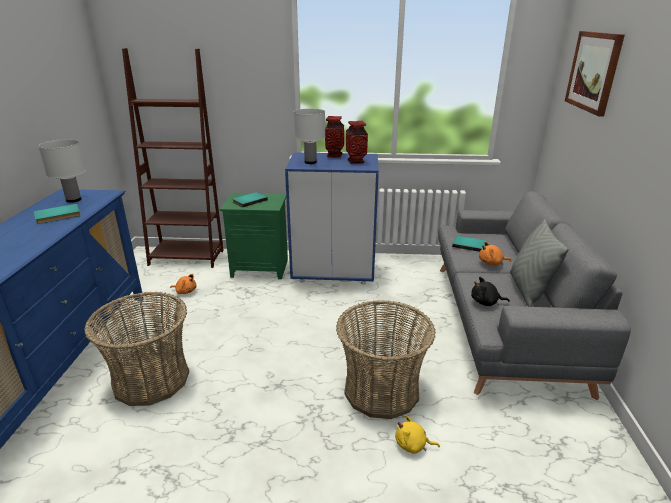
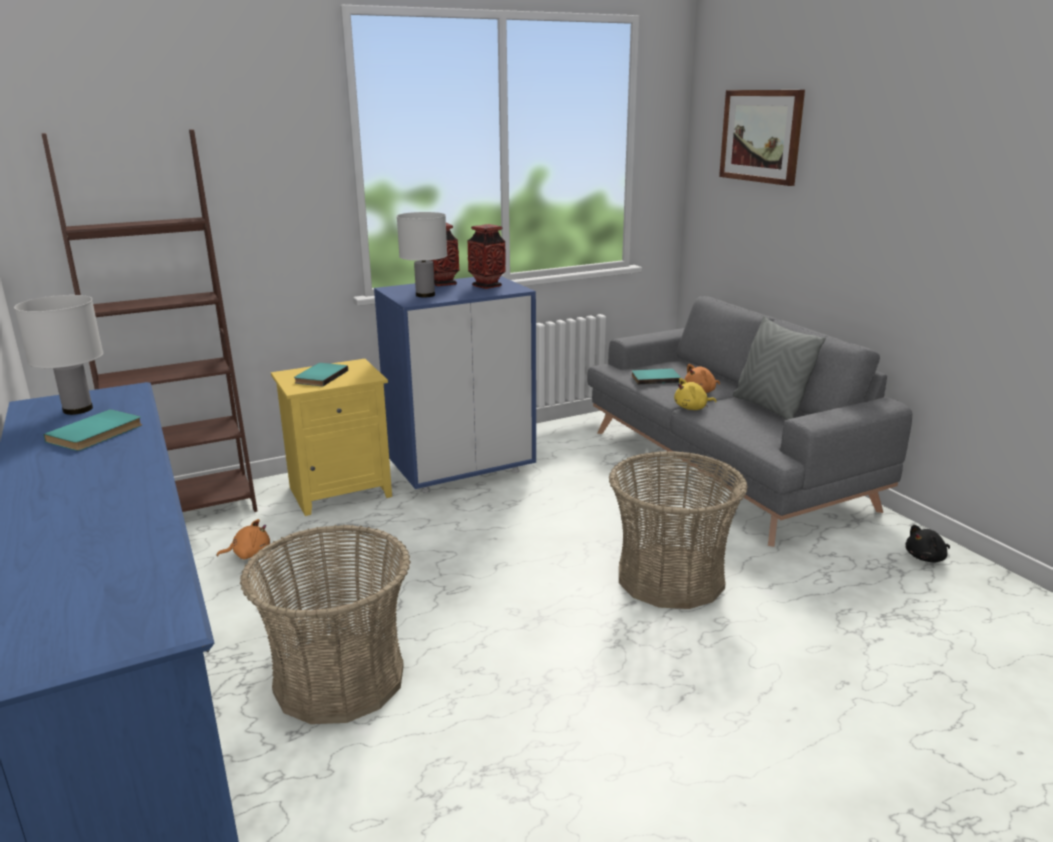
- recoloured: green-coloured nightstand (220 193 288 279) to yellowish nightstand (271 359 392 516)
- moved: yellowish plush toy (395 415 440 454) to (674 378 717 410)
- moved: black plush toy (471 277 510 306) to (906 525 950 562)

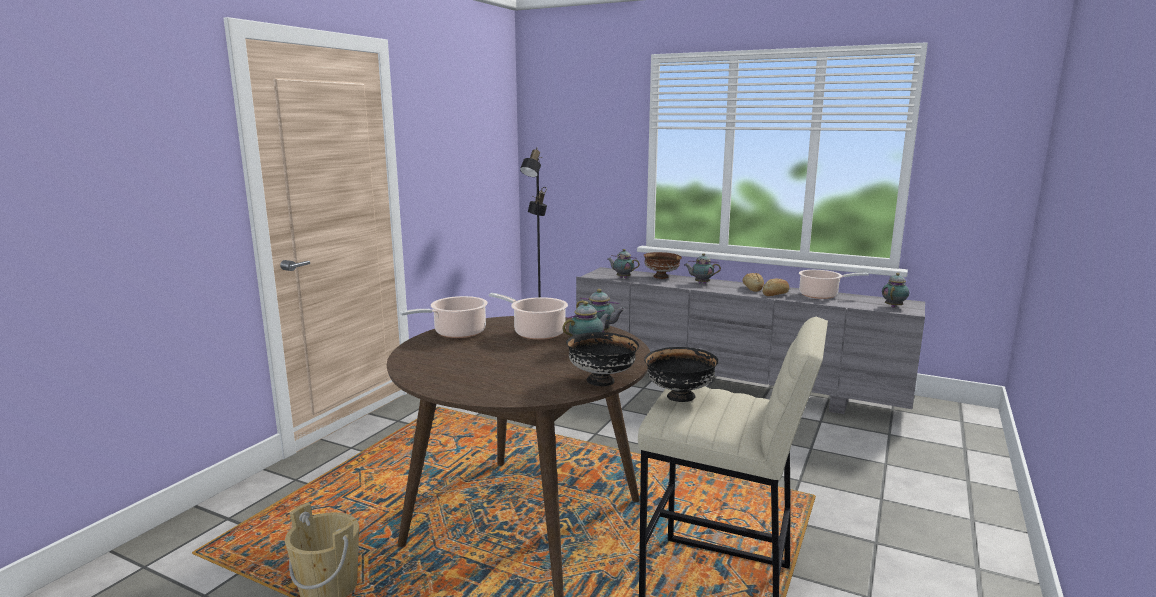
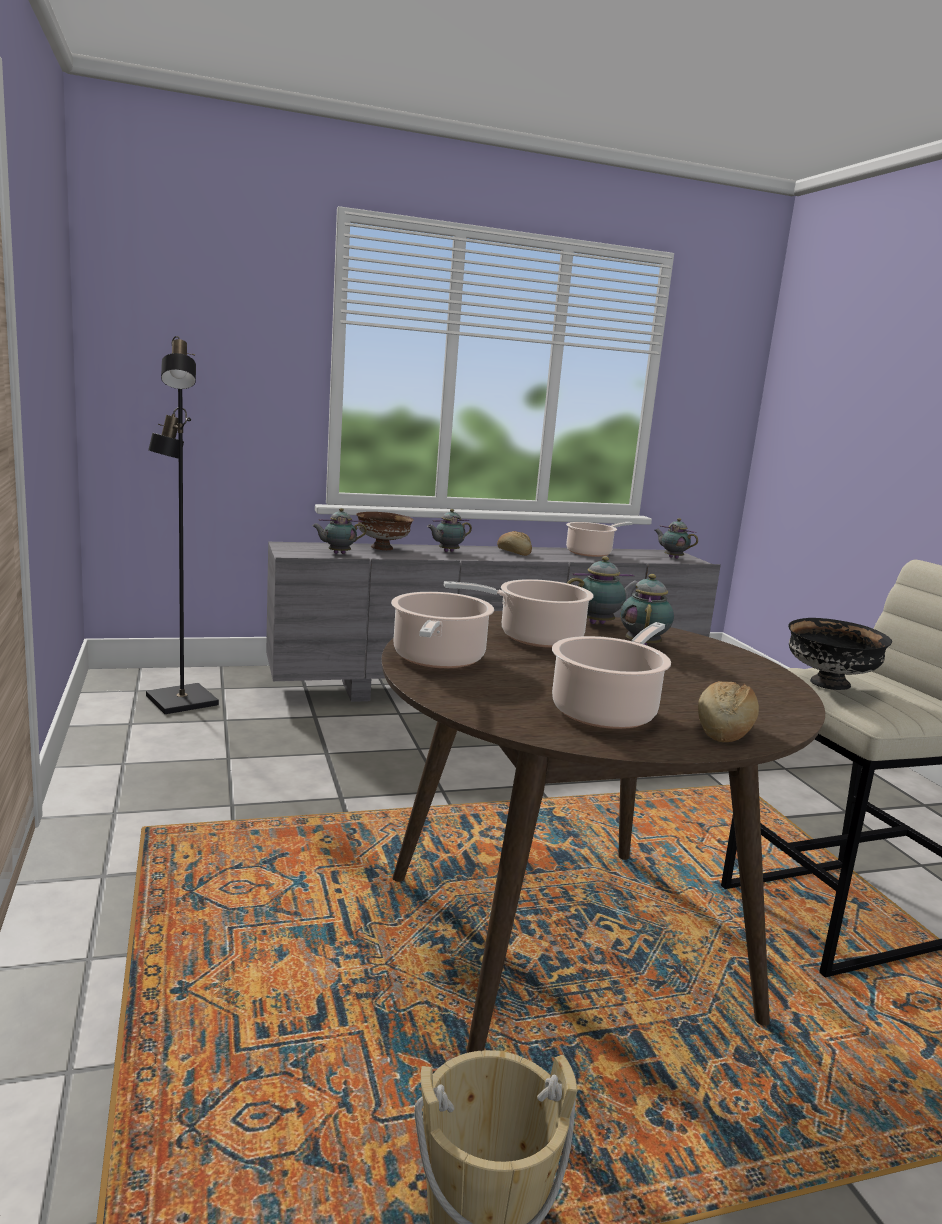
- added: cooking pot (552 622 671 729)
- turned: teapot (882 273 909 308) = (654 518 698 559) 45 degrees counterclockwise
- moved: baked bread (763 279 789 296) to (698 681 759 742)
- removed: black bowl (566 332 639 386)

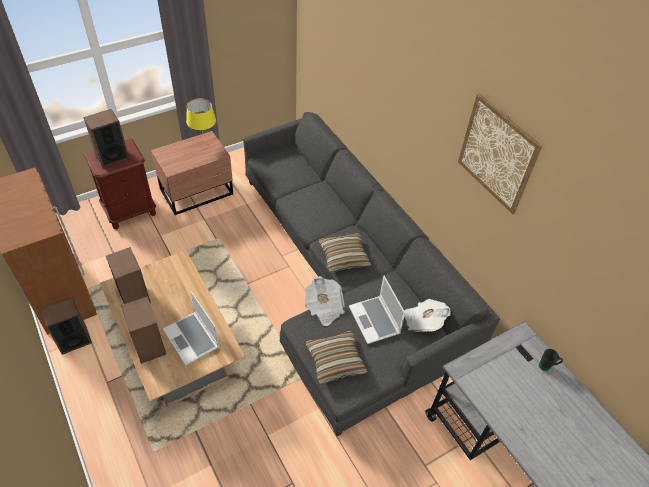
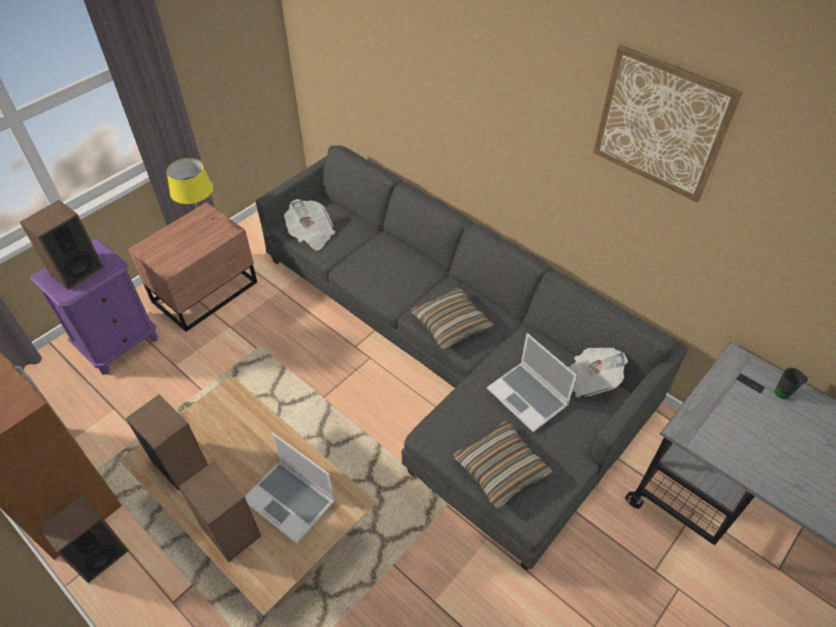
- recoloured: brown-coloured nightstand (83 138 156 229) to purplish nightstand (30 239 158 375)
- moved: daily paper (305 276 345 326) to (284 199 335 250)

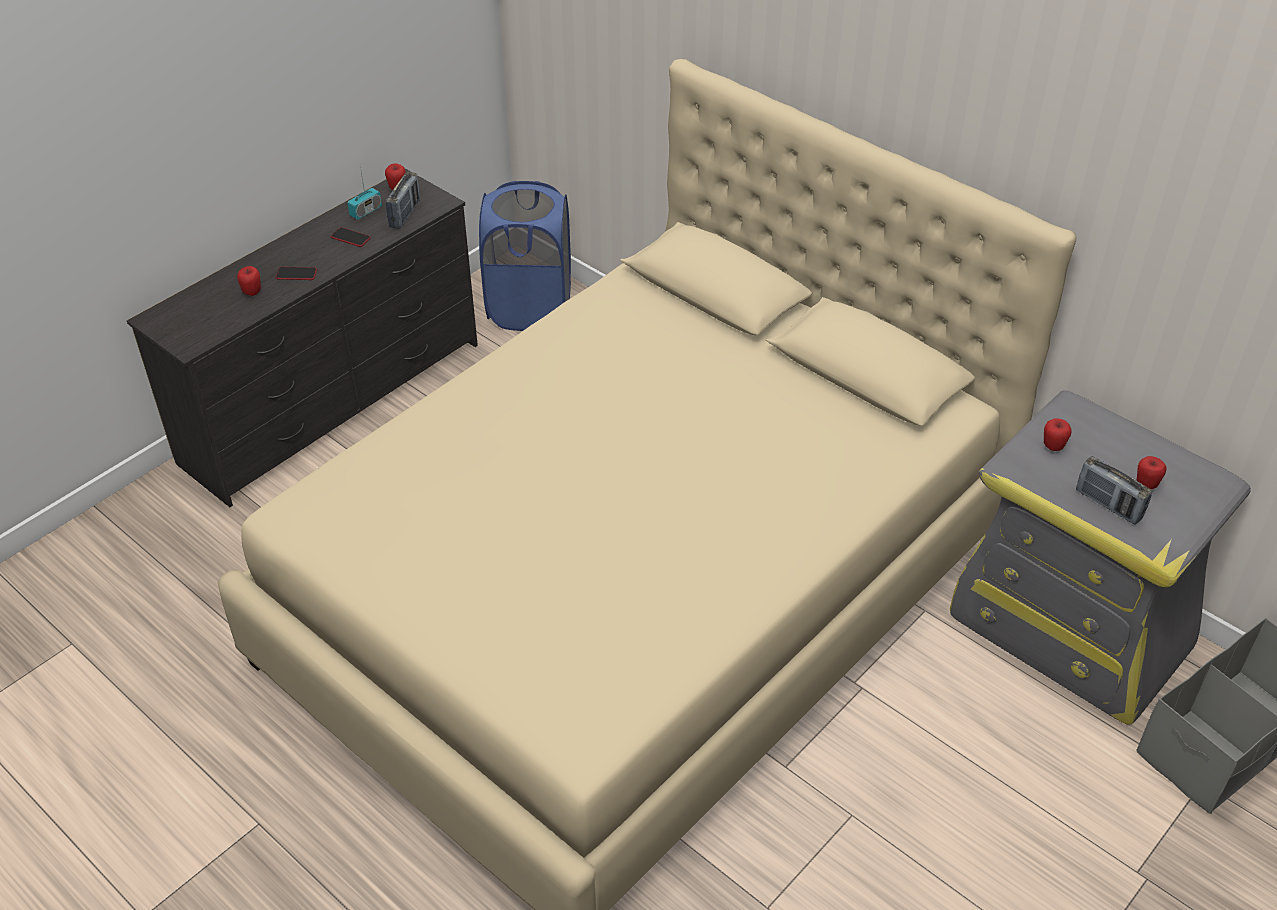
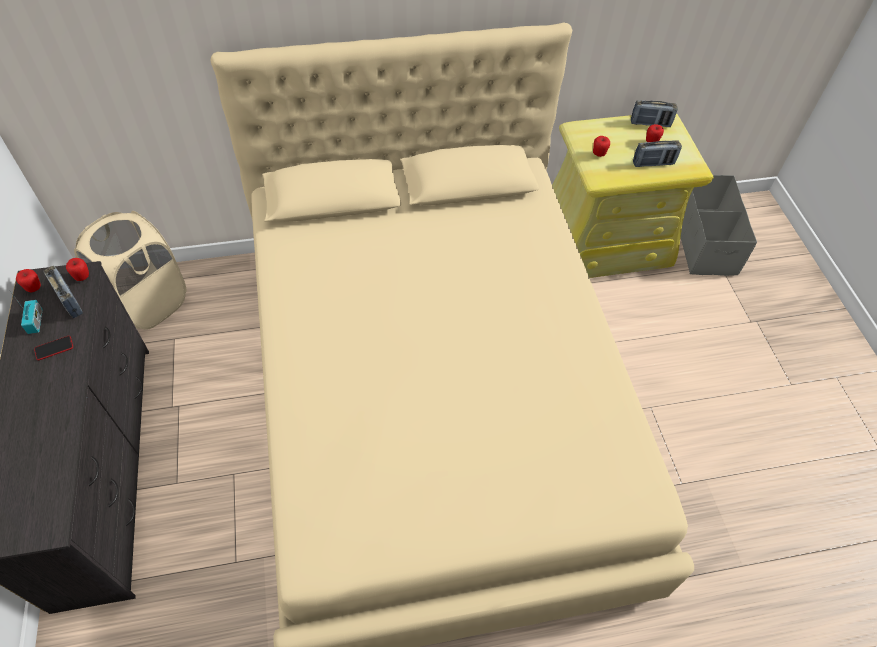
- moved: apple (237 266 261 296) to (66 258 89 281)
- recoloured: bluish laundry basket (479 181 571 331) to beige-coloured laundry basket (74 211 186 329)
- recoloured: gray nightstand (950 390 1251 725) to yellowish nightstand (552 113 714 278)
- added: radio receiver (631 100 678 127)
- removed: telephone (275 267 317 280)

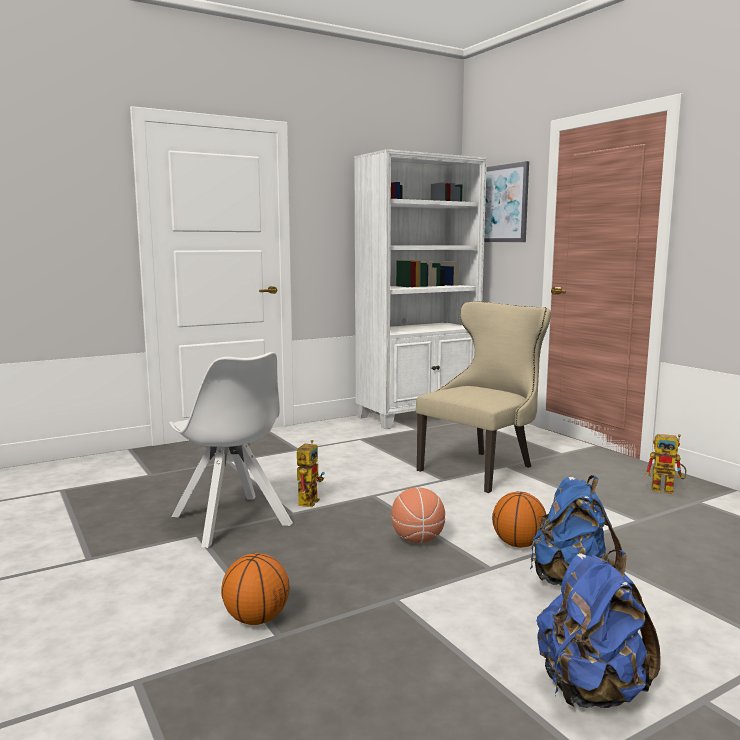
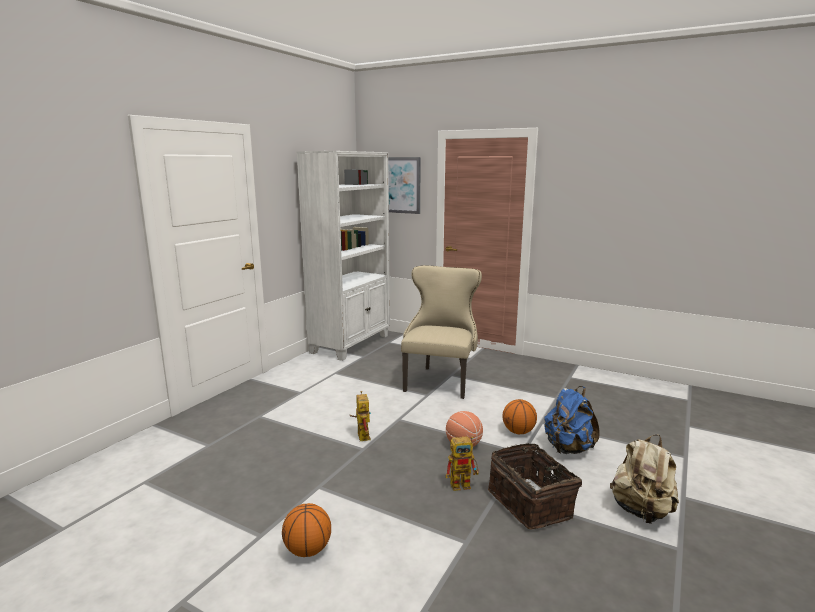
- moved: ball for basketball (221 553 289 625) to (282 503 331 557)
- moved: robot figure (645 434 687 494) to (445 436 479 491)
- added: basket (488 443 582 529)
- recoloured: bluish rucksack (537 550 661 708) to beige-coloured rucksack (610 435 679 524)
- removed: whitish chair (169 352 293 548)

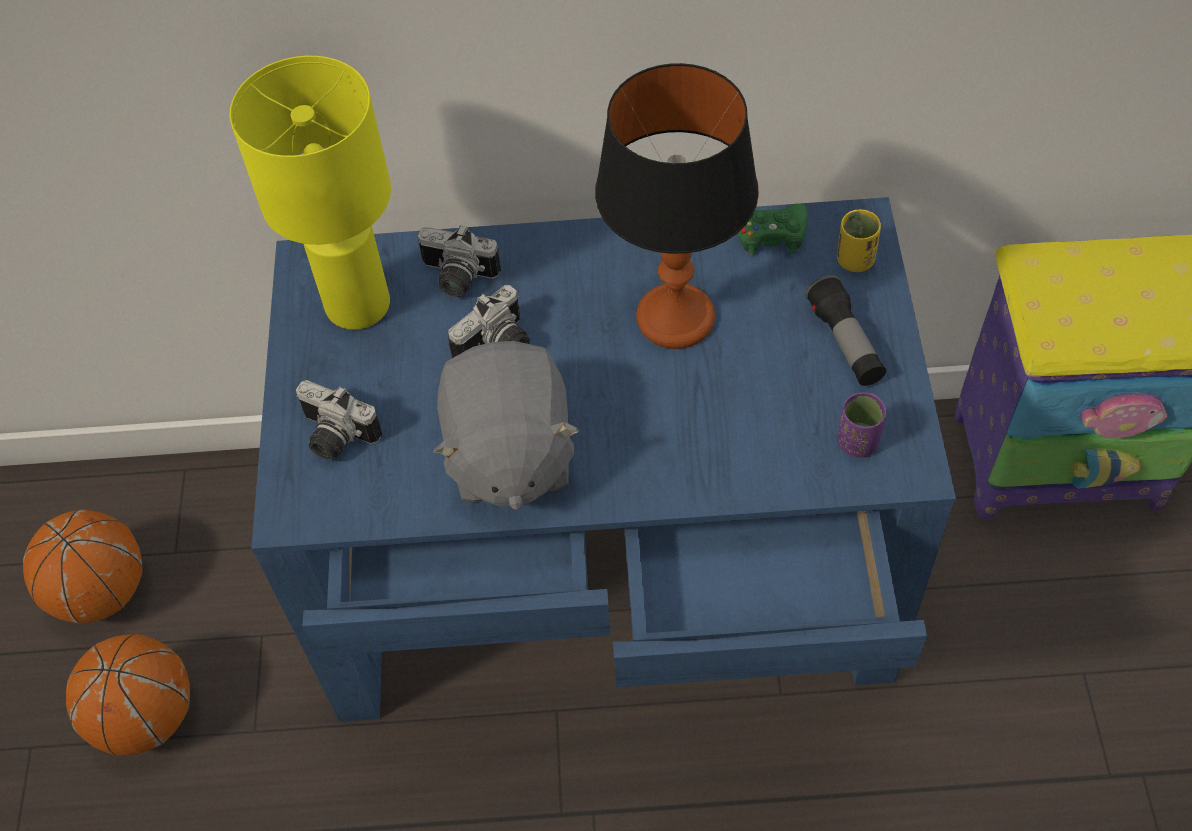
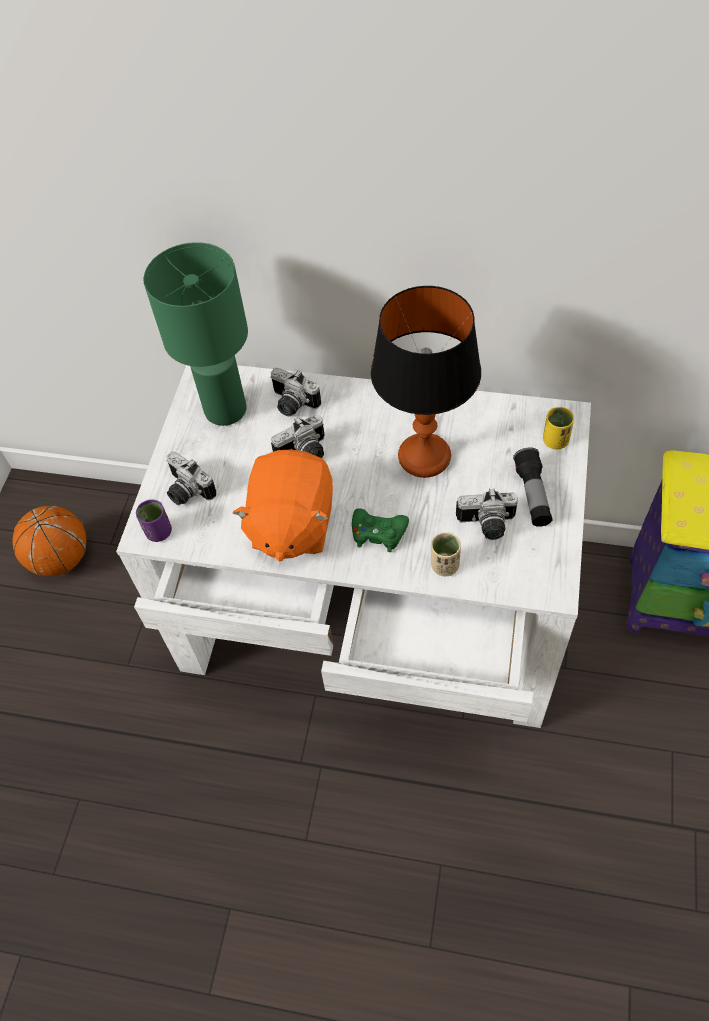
- recoloured: bluish desk table (251 197 956 722) to whitish desk table (116 365 591 728)
- moved: purplish small cup (837 392 887 457) to (136 500 172 542)
- recoloured: yellowish table lamp (230 56 391 330) to green-coloured table lamp (143 242 248 426)
- recoloured: gray plush toy (433 341 580 510) to orangey plush toy (232 450 333 561)
- moved: green-coloured game controller (737 203 808 255) to (352 508 409 552)
- added: beige-coloured small cup (431 532 461 576)
- added: still camera (456 489 518 540)
- removed: ball for basketball (66 634 190 756)

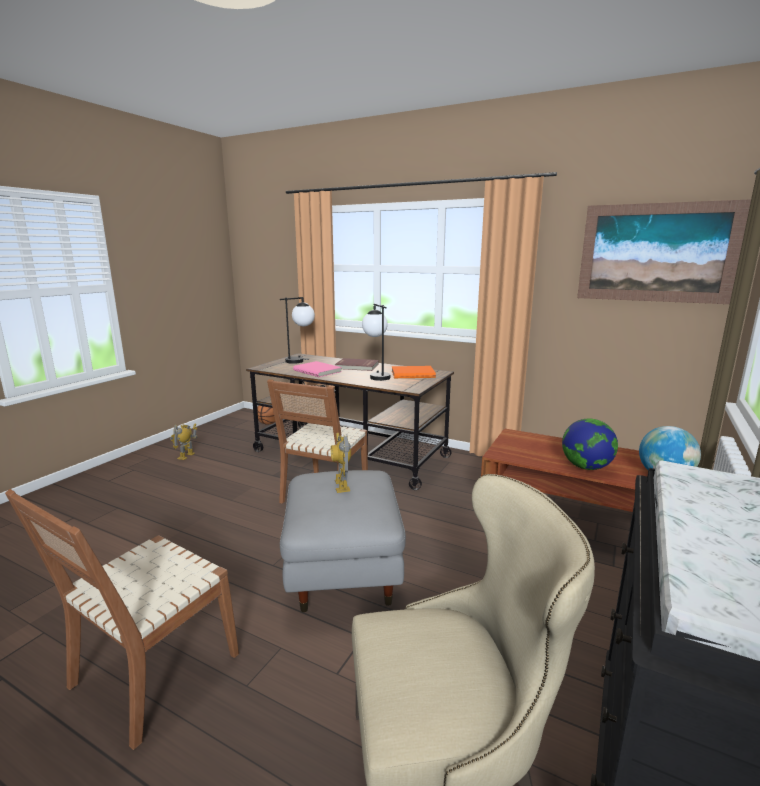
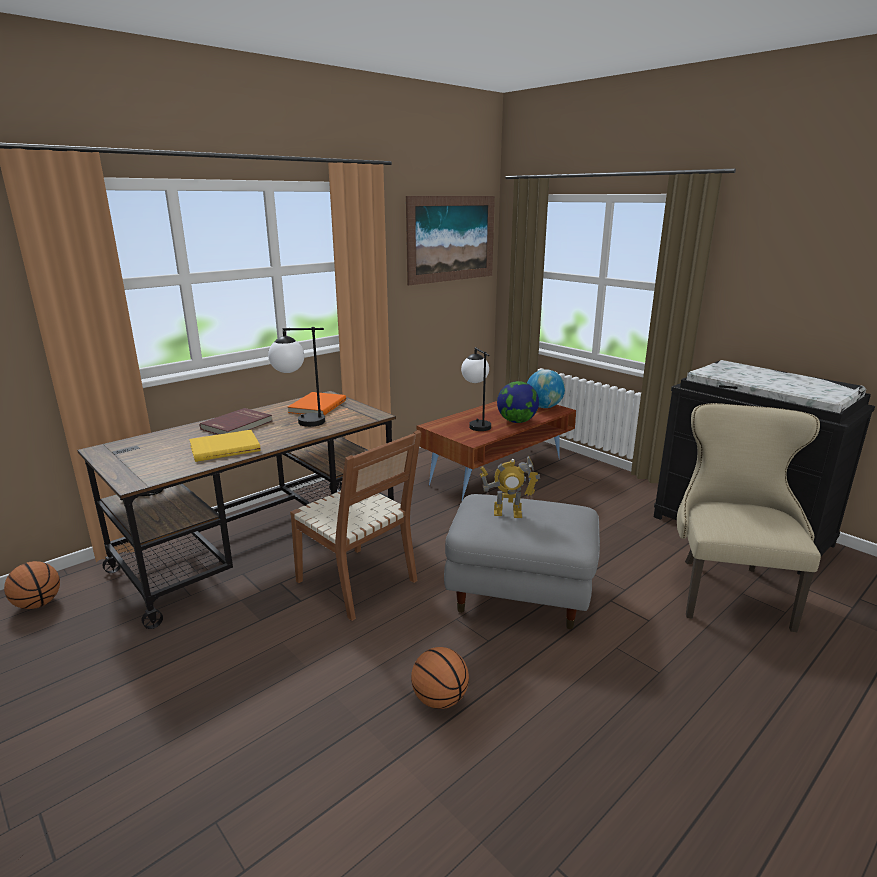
- recoloured: pinkish volume (293 361 342 377) to yellowish volume (189 430 261 462)
- added: ball for basketball (411 647 469 709)
- moved: table lamp (280 297 315 364) to (461 347 491 431)
- removed: chair (5 489 239 750)
- removed: robot figure (170 423 197 460)

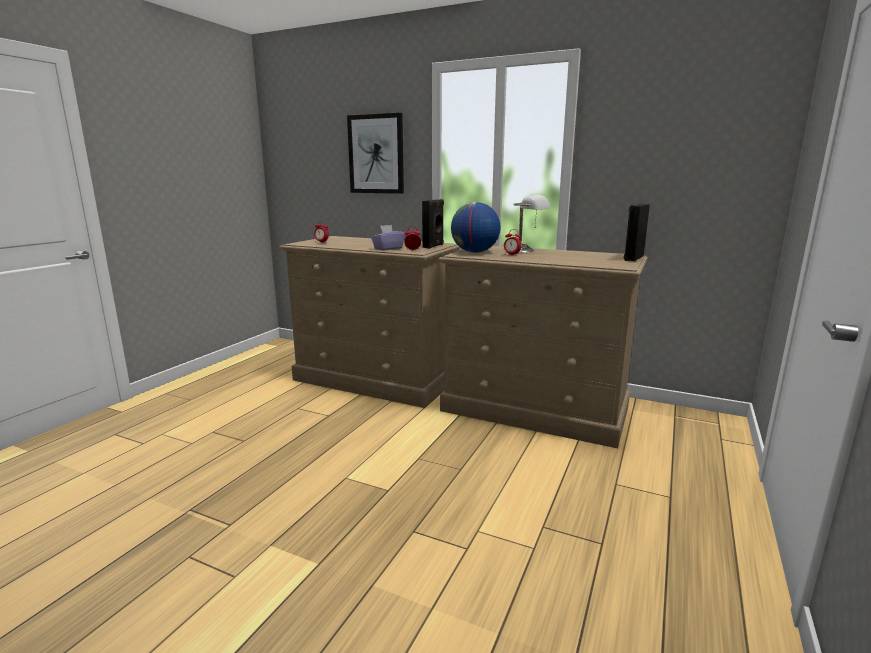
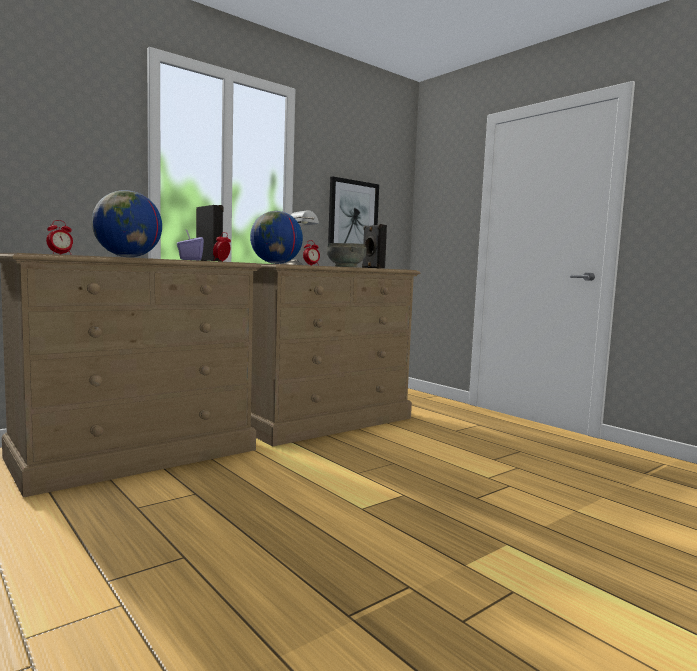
- added: world globe (92 190 162 257)
- added: gray bowl (327 243 367 267)
- moved: wall picture (347 113 404 194) to (328 176 379 244)

